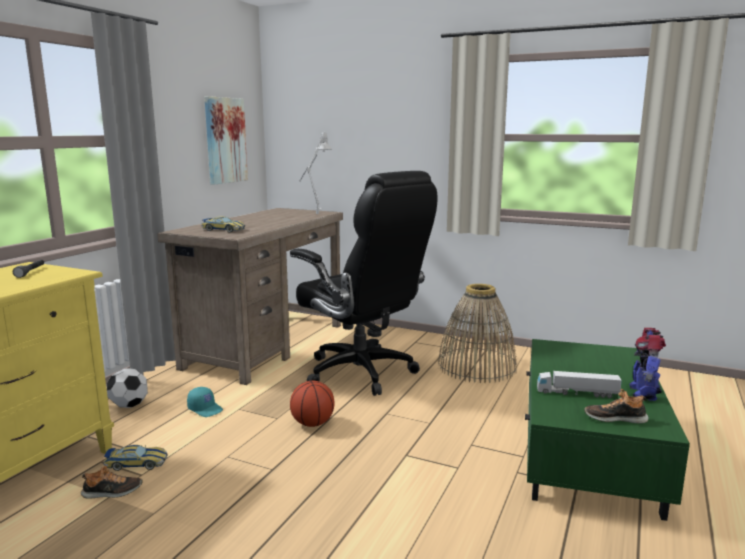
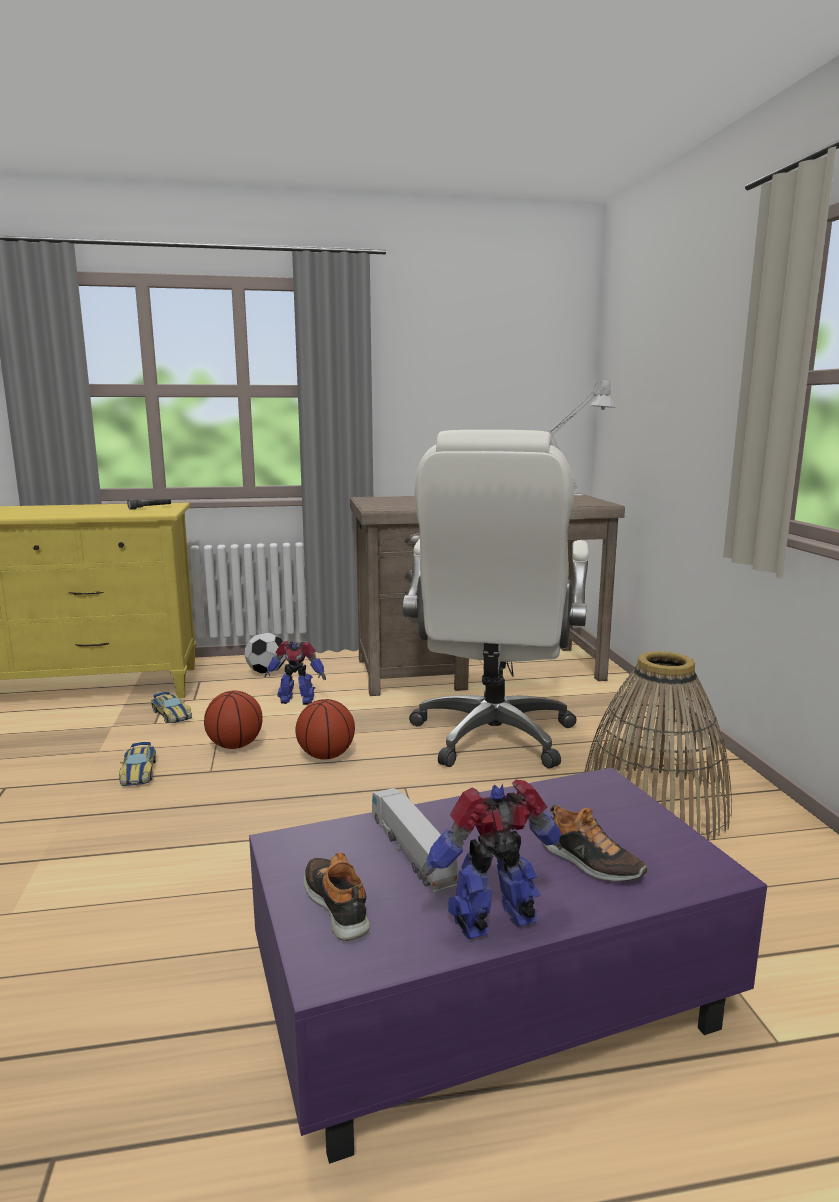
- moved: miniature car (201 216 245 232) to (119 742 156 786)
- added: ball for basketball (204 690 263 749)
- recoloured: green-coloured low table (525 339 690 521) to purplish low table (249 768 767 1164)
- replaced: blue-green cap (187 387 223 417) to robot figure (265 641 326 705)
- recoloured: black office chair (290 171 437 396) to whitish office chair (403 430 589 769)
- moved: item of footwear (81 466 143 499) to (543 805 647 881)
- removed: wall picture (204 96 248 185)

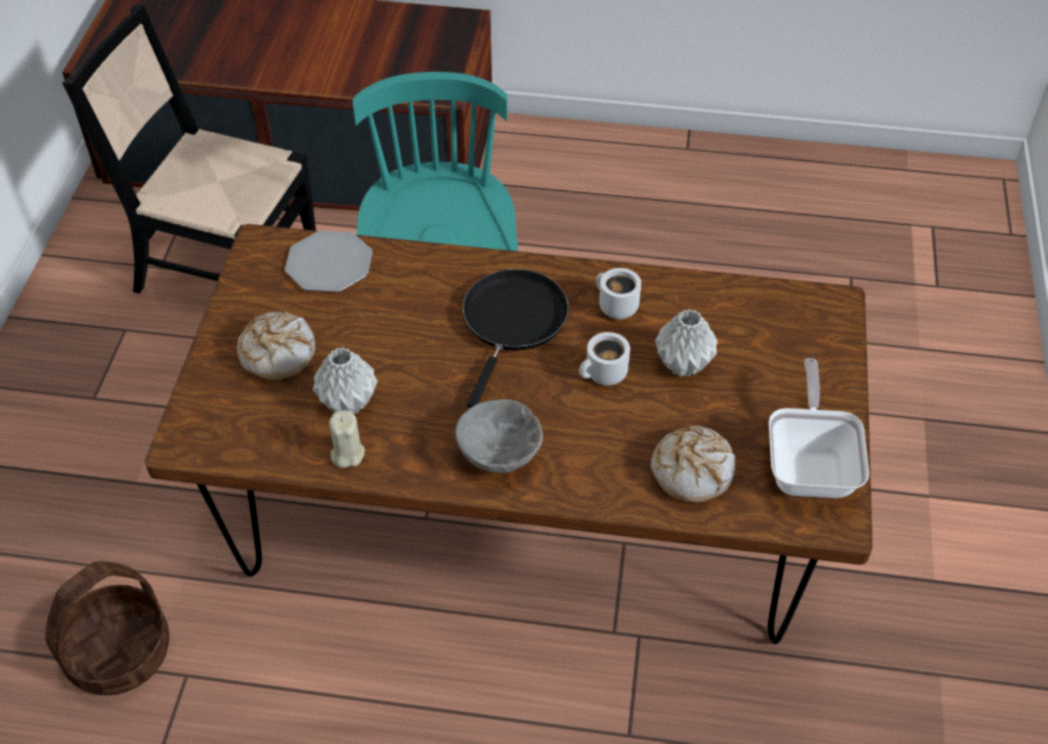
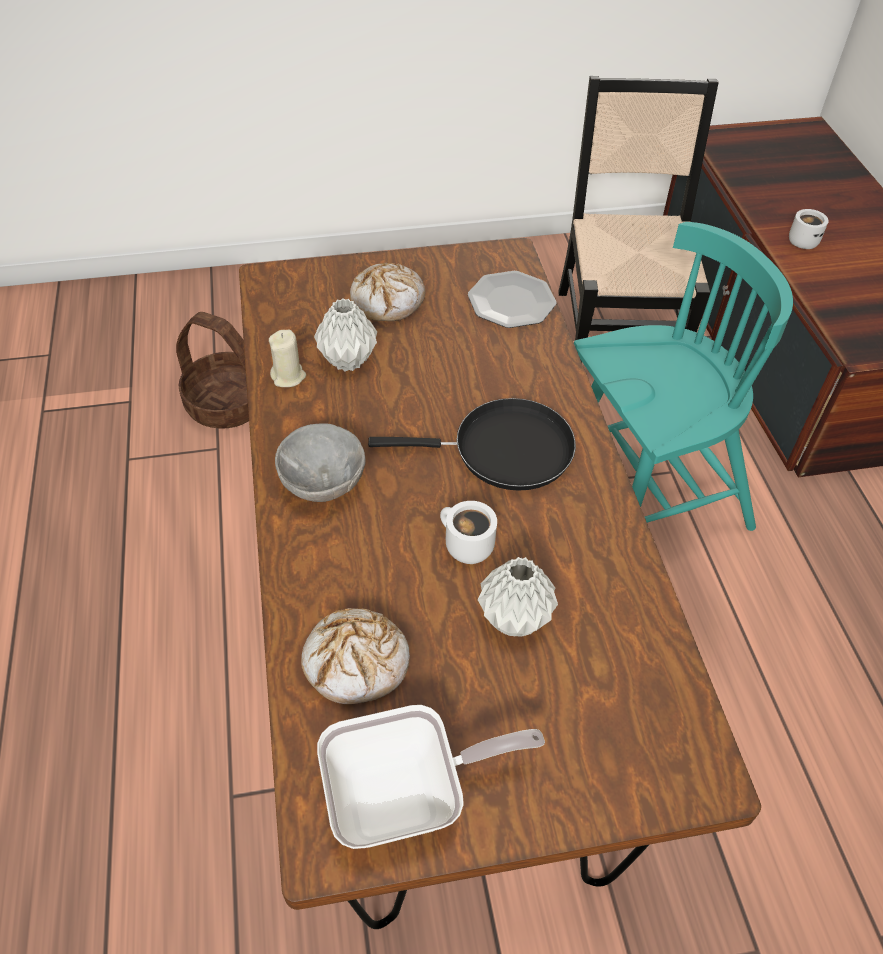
- moved: whitish tea mug (596 268 641 319) to (789 209 829 249)

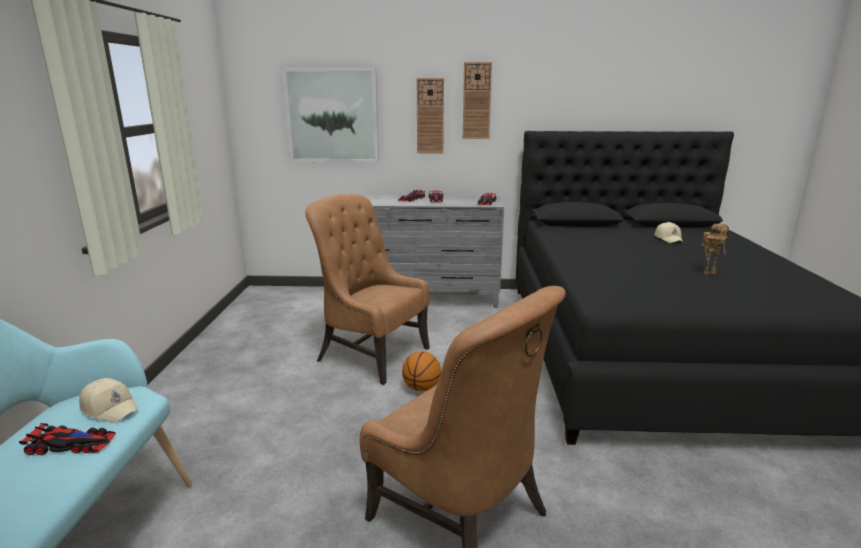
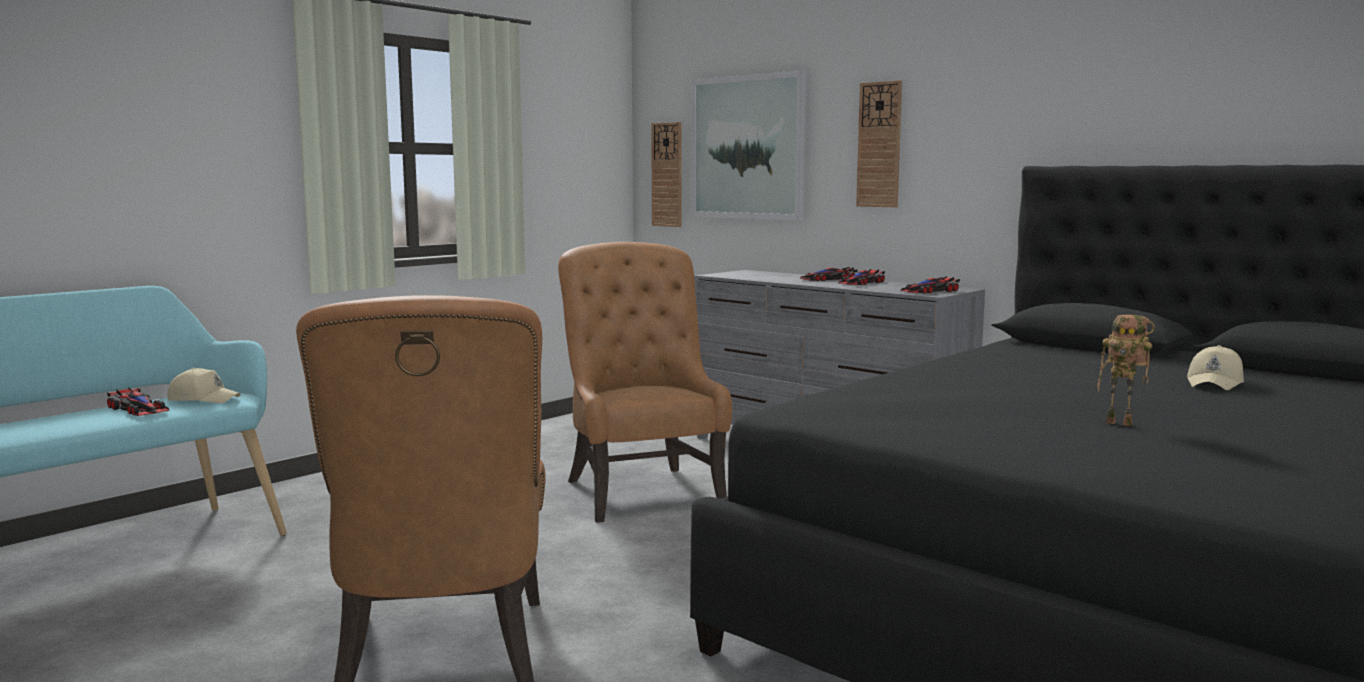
- turned: beige-coloured cap (79 378 138 423) = (167 368 241 403) 60 degrees counterclockwise
- moved: clock on the wall (463 62 492 139) to (651 122 682 227)
- removed: ball for basketball (402 351 441 391)

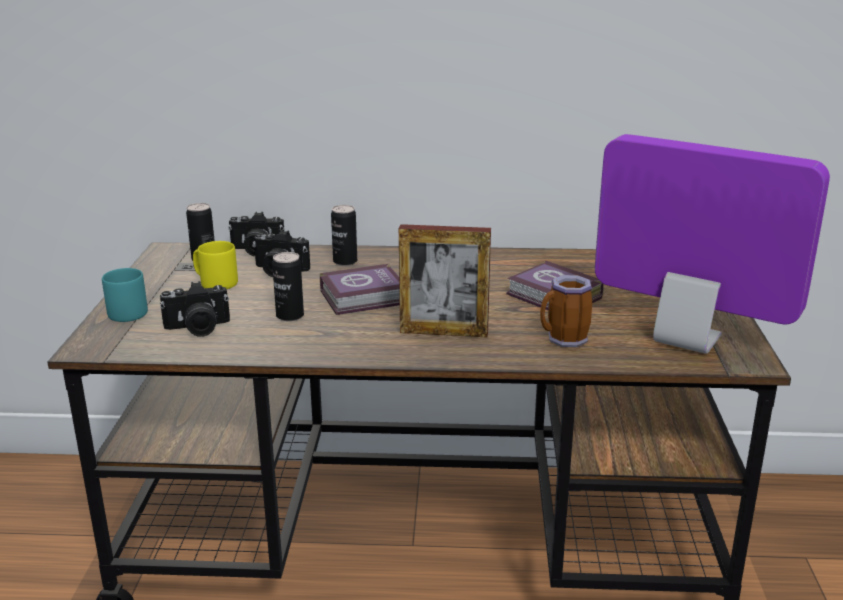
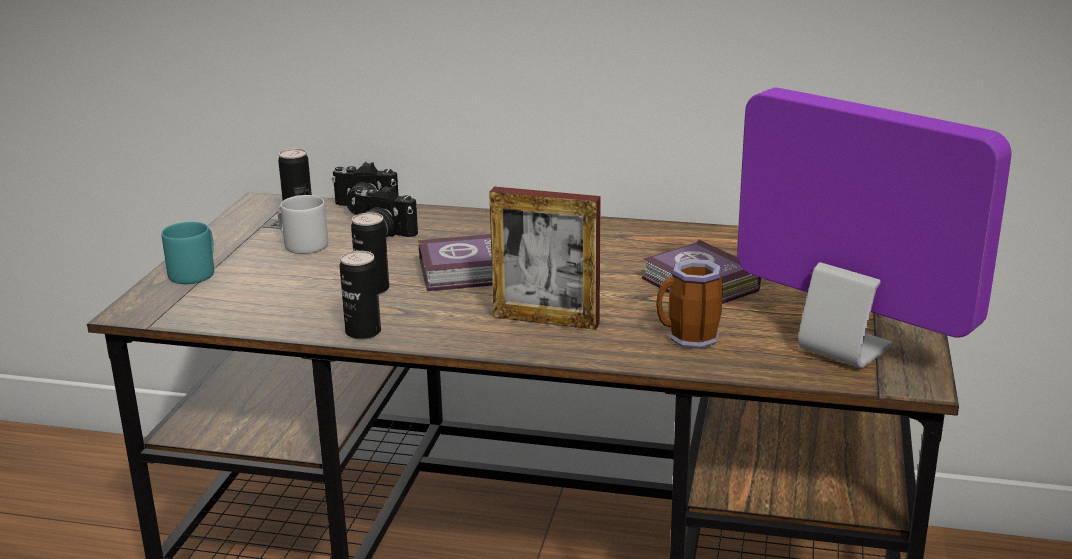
- recoloured: yellowish tea mug (193 241 238 289) to gray tea mug (278 195 328 254)
- moved: can (331 205 357 266) to (340 251 381 340)
- removed: still camera (160 281 230 337)

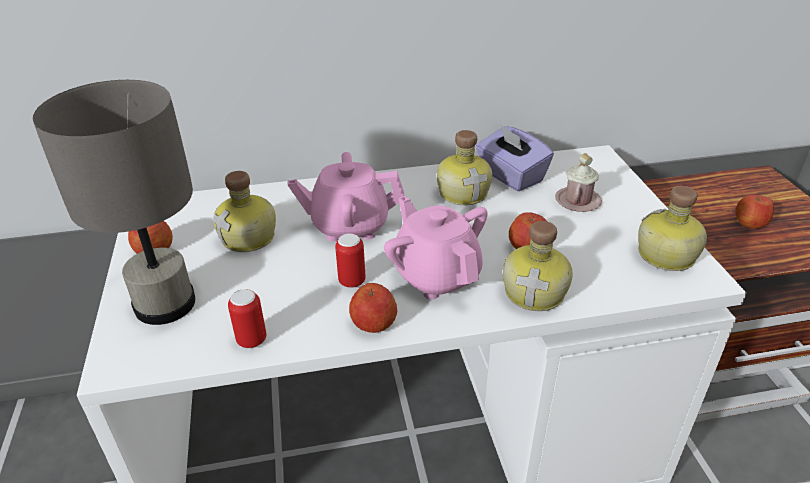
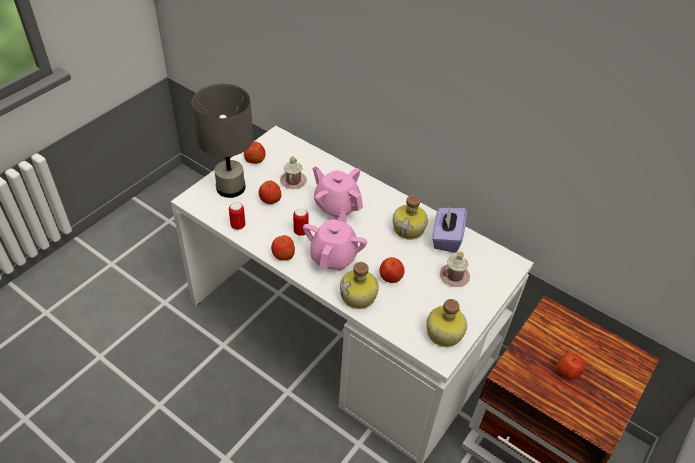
- added: apple (259 181 281 204)
- replaced: bottle (212 171 276 252) to pinkish tea mug (280 156 307 189)

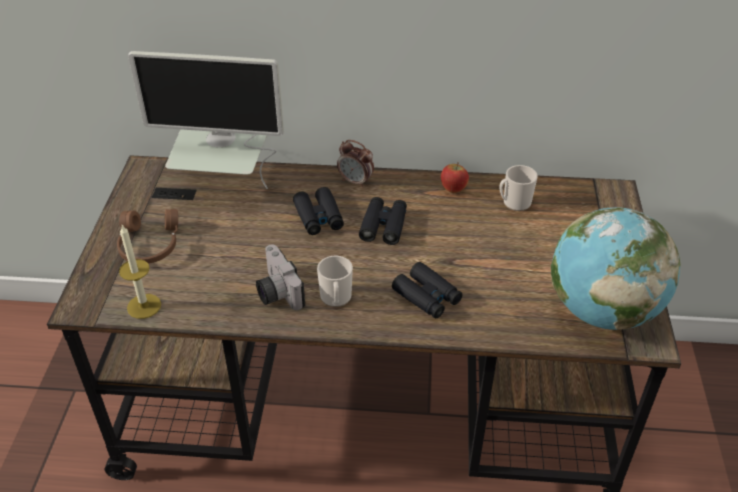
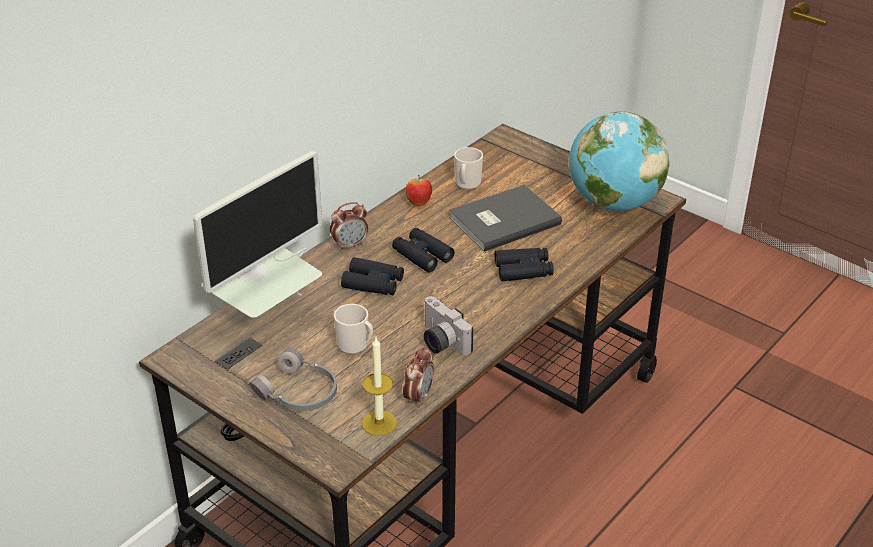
- recoloured: brown-coloured headphones (117 209 178 264) to gray headphones (250 348 337 411)
- moved: tea mug (317 256 353 307) to (334 304 373 354)
- added: table clock (403 346 434 407)
- turned: still camera (256 244 305 310) = (424 296 473 356) 45 degrees clockwise
- added: gray volume (449 185 562 252)

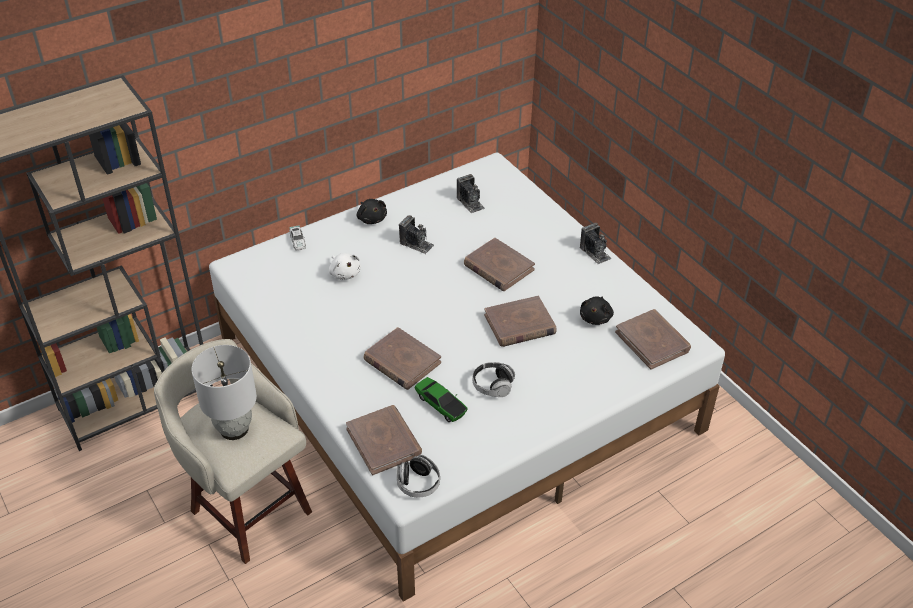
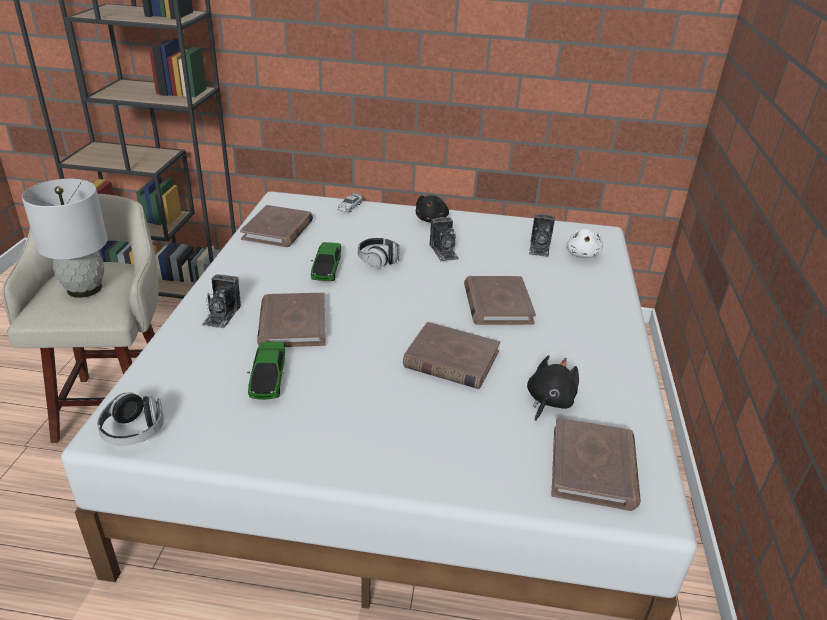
- moved: still camera (580 223 611 265) to (202 274 241 328)
- moved: brown-coloured volume (346 405 422 475) to (240 205 313 247)
- added: miniature car (311 242 341 281)
- moved: headphones (473 362 515 397) to (358 238 400 268)
- turned: black plush toy (580 297 614 325) = (527 355 579 421) 150 degrees clockwise
- moved: whitish plush toy (329 253 361 280) to (566 229 603 258)

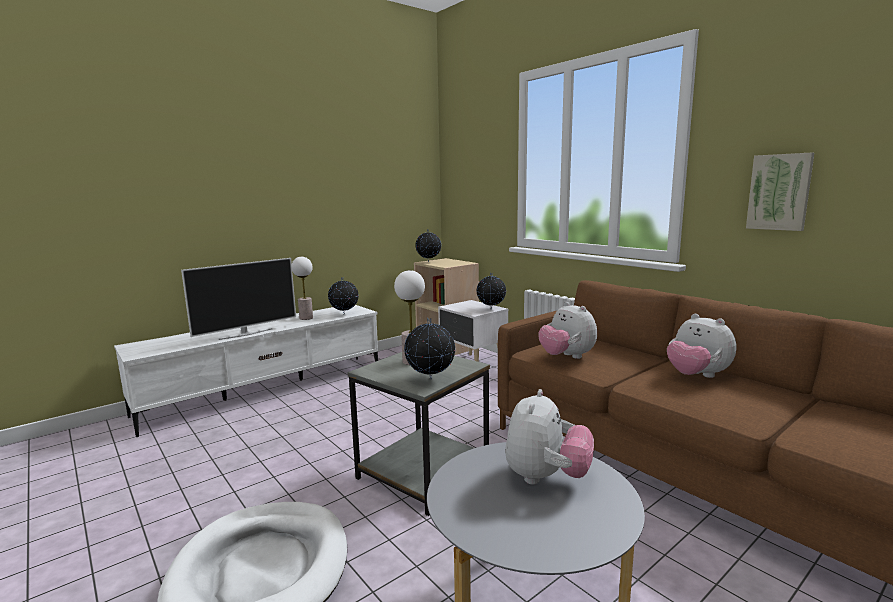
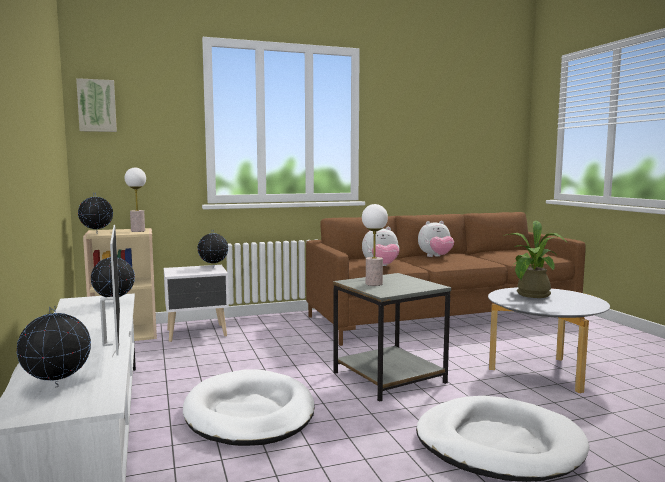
- moved: world globe (404 318 455 380) to (17 306 91 387)
- moved: wall picture (746 152 814 231) to (76 78 117 132)
- moved: table lamp (292 257 313 320) to (125 168 146 232)
- added: whitish pet bed (183 370 315 446)
- replaced: plush toy (505 389 594 485) to houseplant (503 220 568 298)

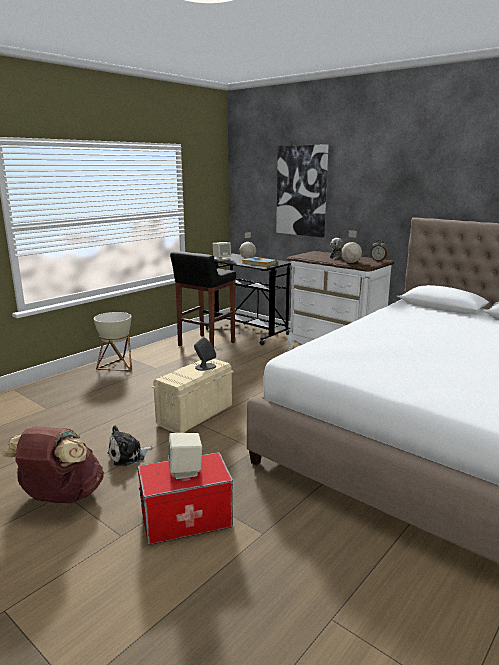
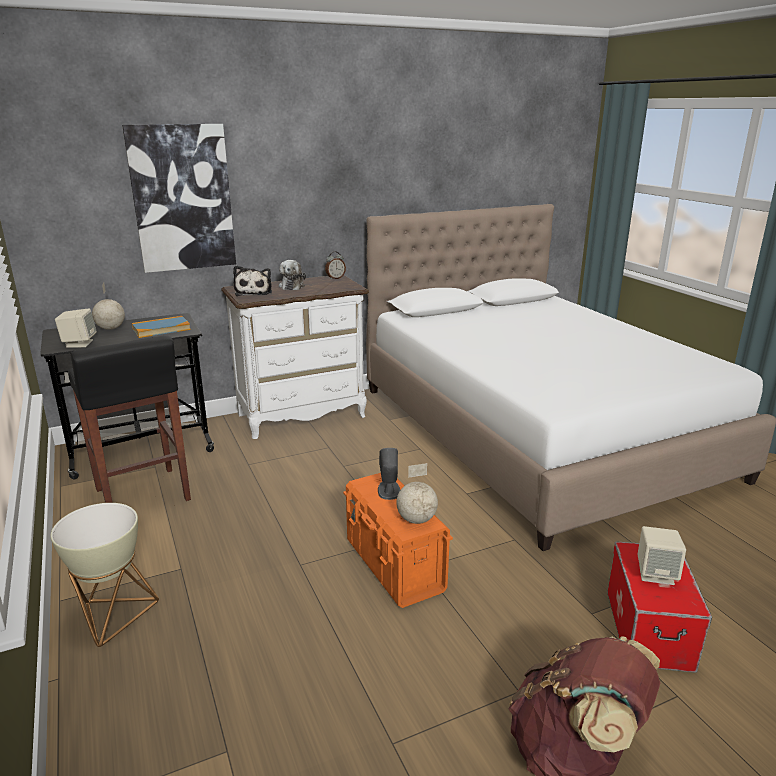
- moved: plush toy (107 425 153 466) to (233 266 272 296)
- recoloured: beige-coloured storage box (151 359 233 433) to orangey storage box (343 473 453 608)
- moved: world globe (341 230 362 263) to (396 463 438 524)

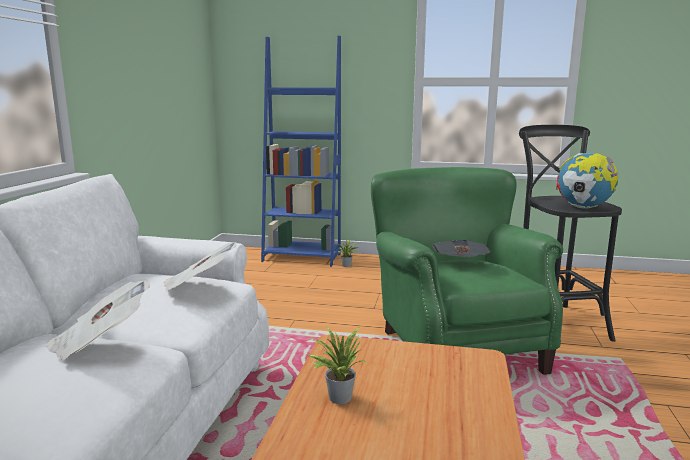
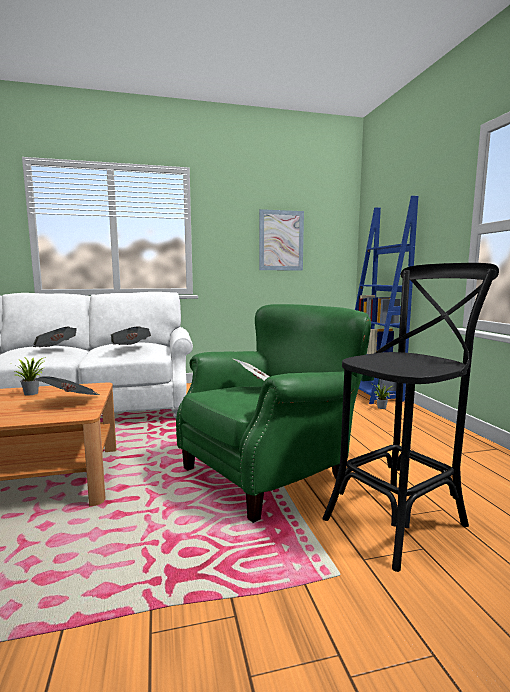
- added: daily paper (34 376 100 395)
- added: wall picture (259 209 304 270)
- removed: world globe (556 153 619 209)

